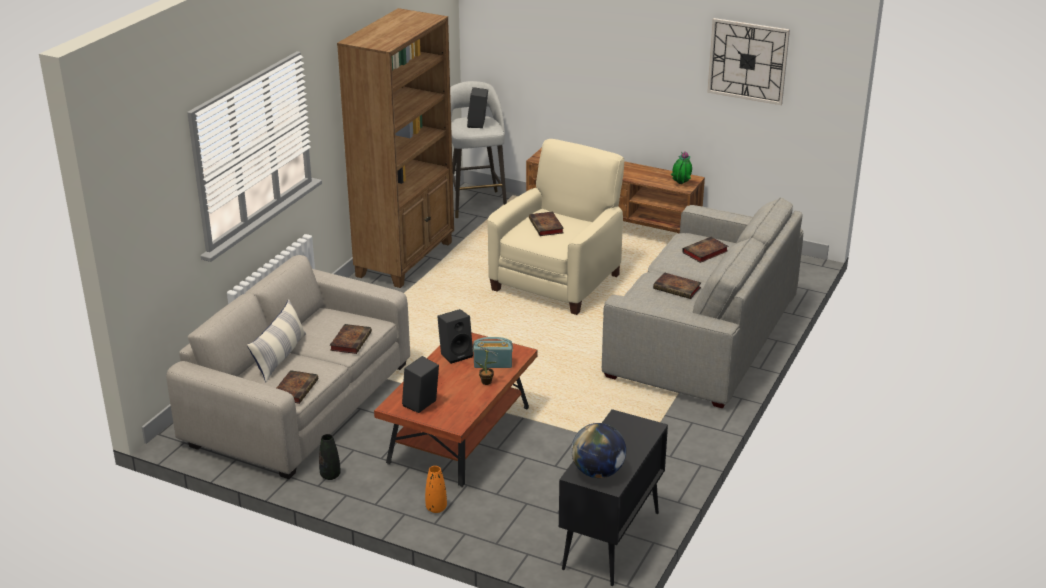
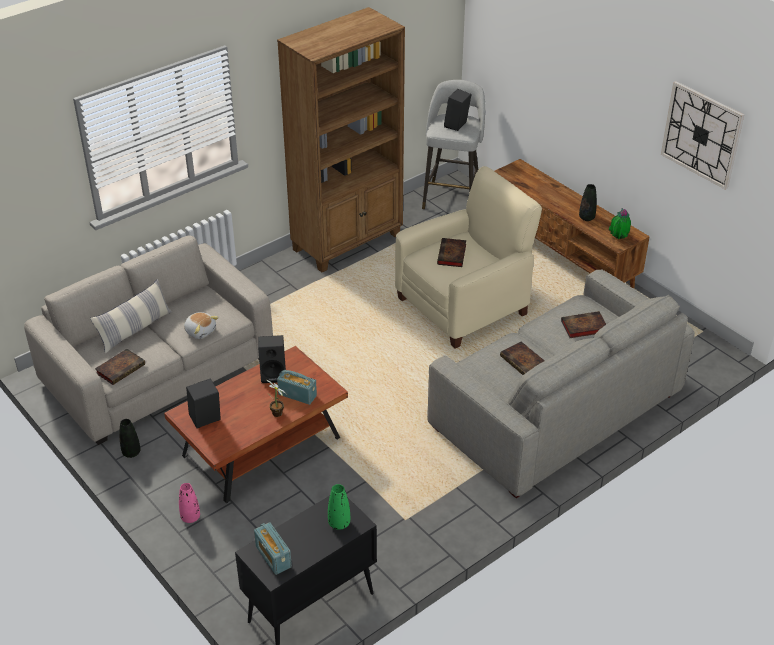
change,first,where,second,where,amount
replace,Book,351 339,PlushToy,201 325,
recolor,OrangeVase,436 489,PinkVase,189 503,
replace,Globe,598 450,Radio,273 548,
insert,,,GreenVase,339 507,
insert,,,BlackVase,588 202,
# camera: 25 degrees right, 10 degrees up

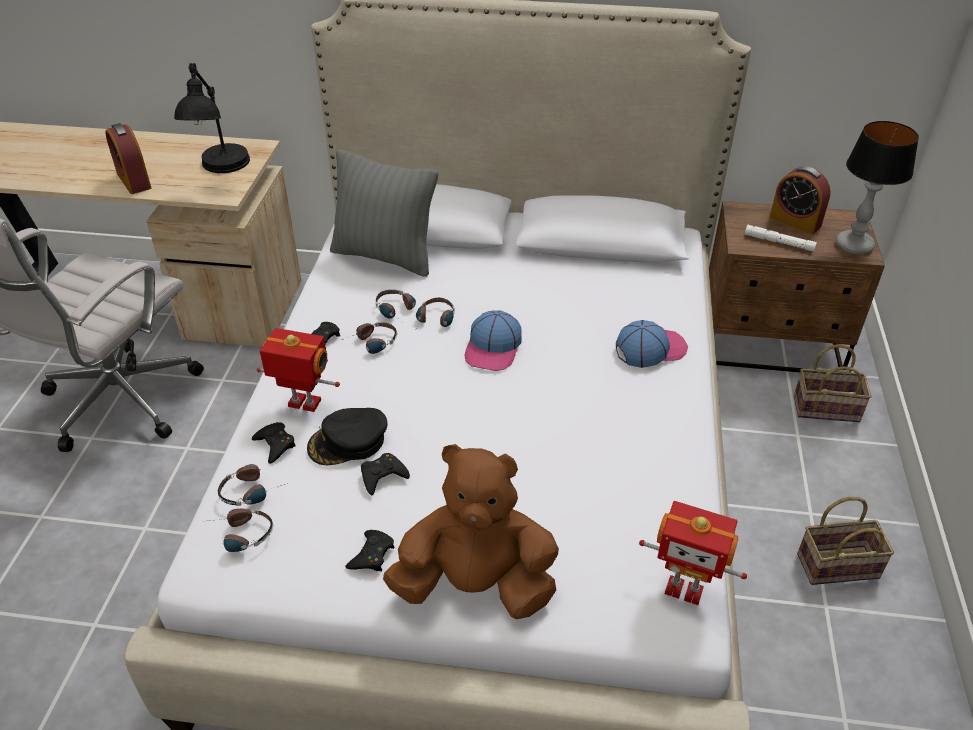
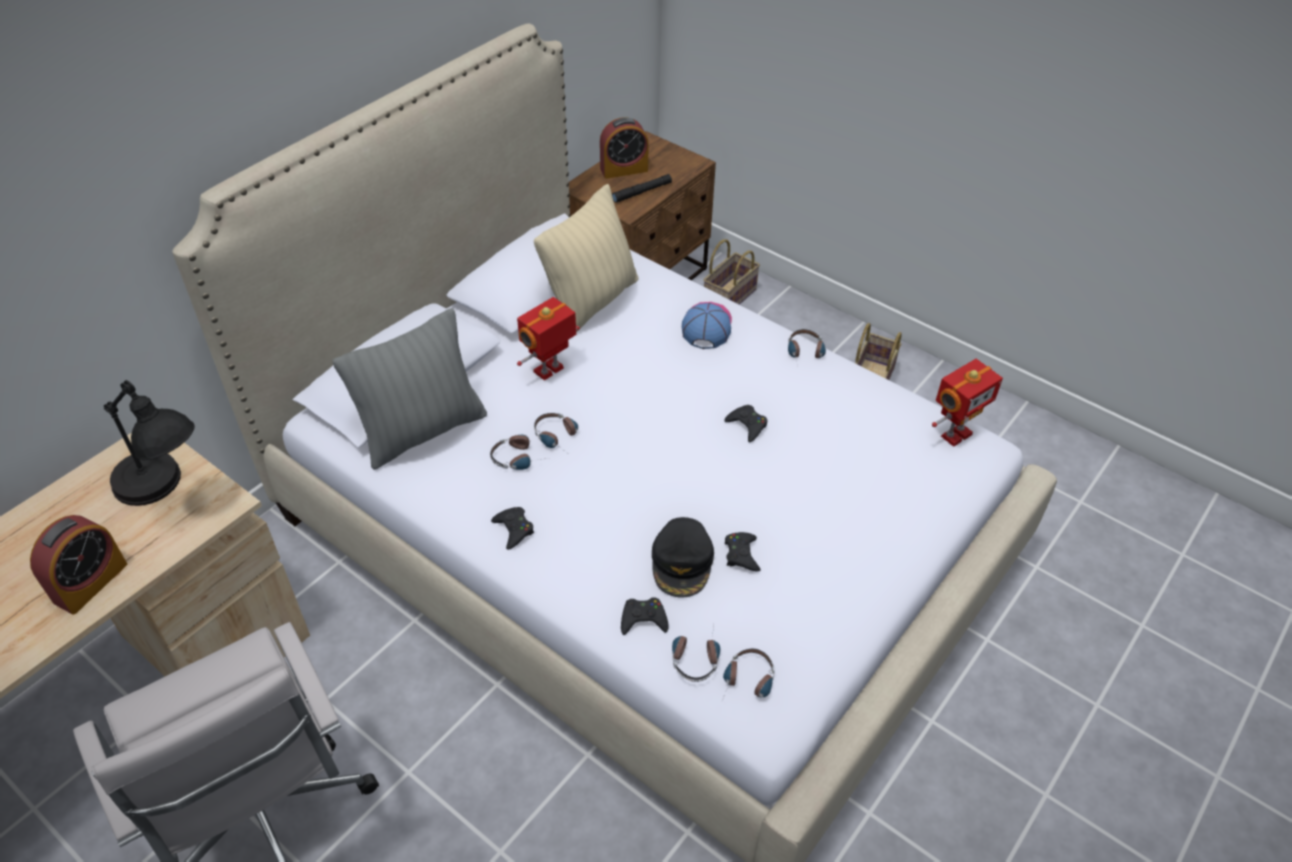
change,first,where,second,where,amount
rotate,AlarmClock,128 158,,78 564,60 degrees counterclockwise
move,ToyRobot,298 370,,548 339,
move,Headphones,369 338,,807 348,
move,BlackGameController,369 551,,746 423,
delete,BrownPlushToy,471 531,,,
delete,Cap,493 340,,,
recolor,WhiteFlashlight,781 238,BlackFlashlight,642 188,
delete,TableLamp,877 187,,,
insert,,,BeigePillow,586 258,
# camera: 60 degrees left, 5 degrees up

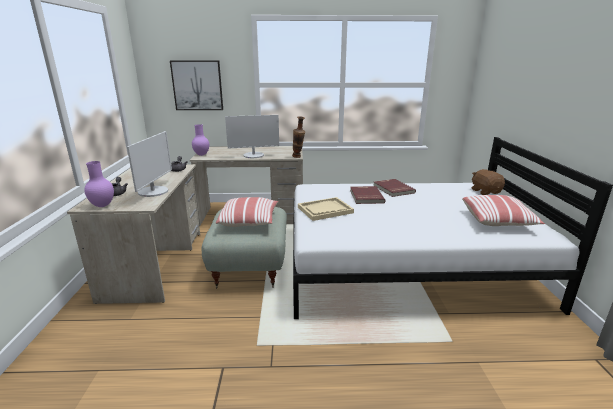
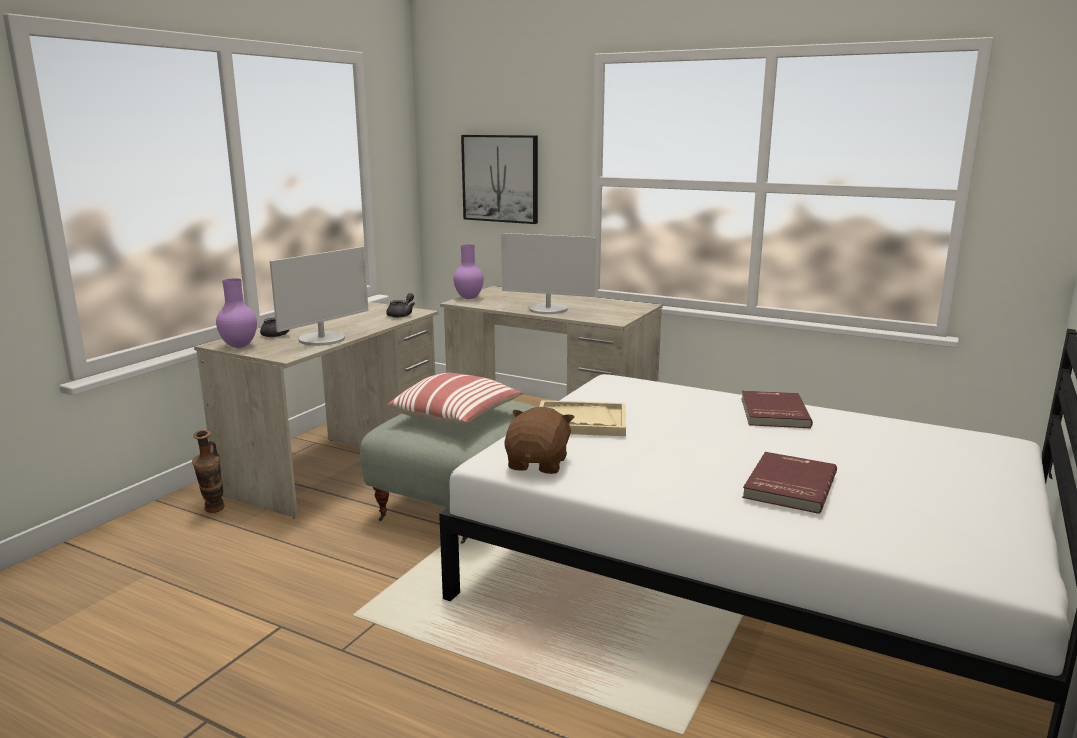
change,first,where,second,where,amount
move,Vase,298 137,,208 471,
move,RedBook,367 195,,789 483,
delete,Pillow,503 210,,,
move,BrownPlushToy,488 182,,539 440,
# camera: 30 degrees right, 5 degrees down

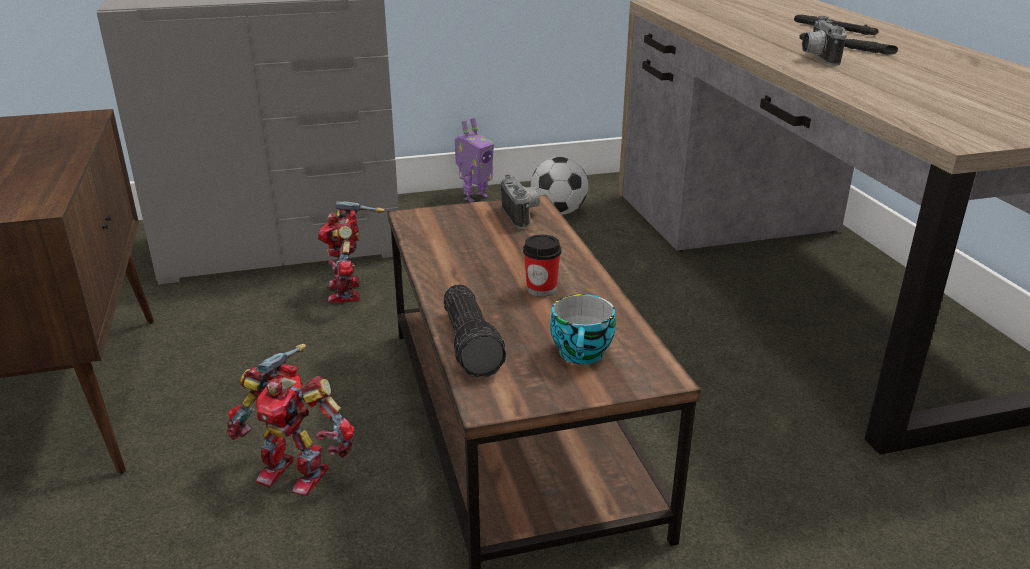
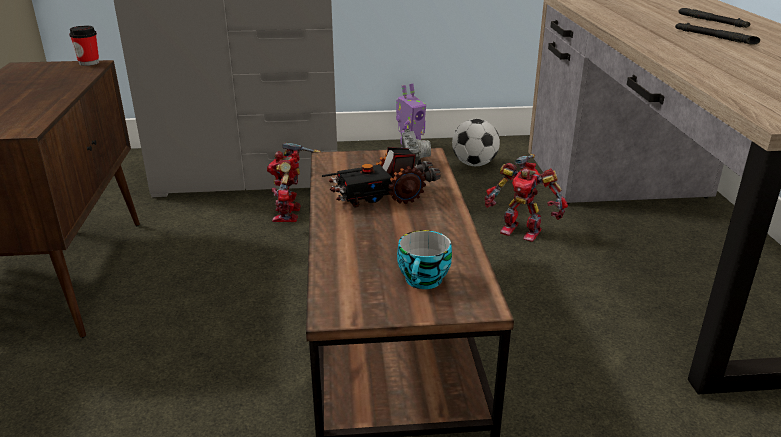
change,first,where,second,where,amount
move,ToyRobot,290 420,,526 198,
delete,Flashlight,475 331,,,
move,Cup,542 266,,84 46,
delete,PhotoCamera,824 41,,,
insert,,,ToyTruck,381 177,
# camera: 10 degrees right, 0 degrees up

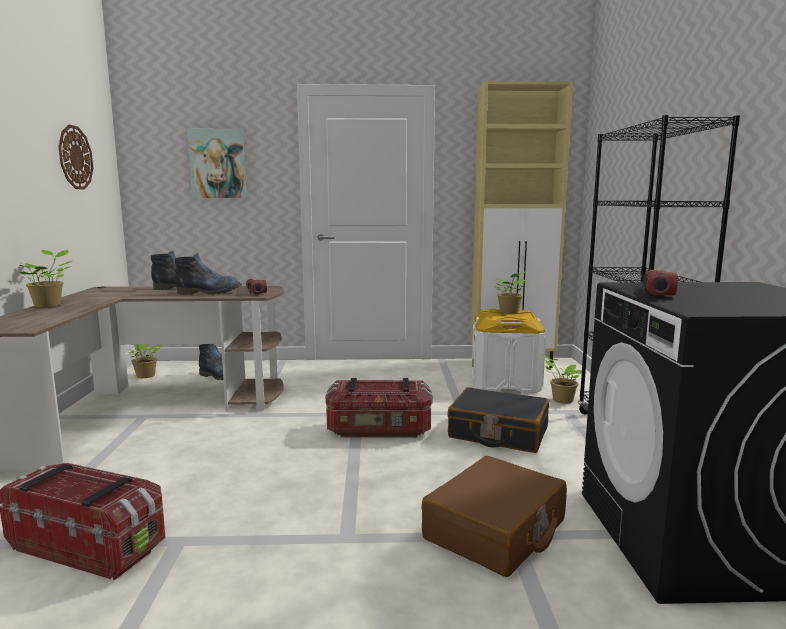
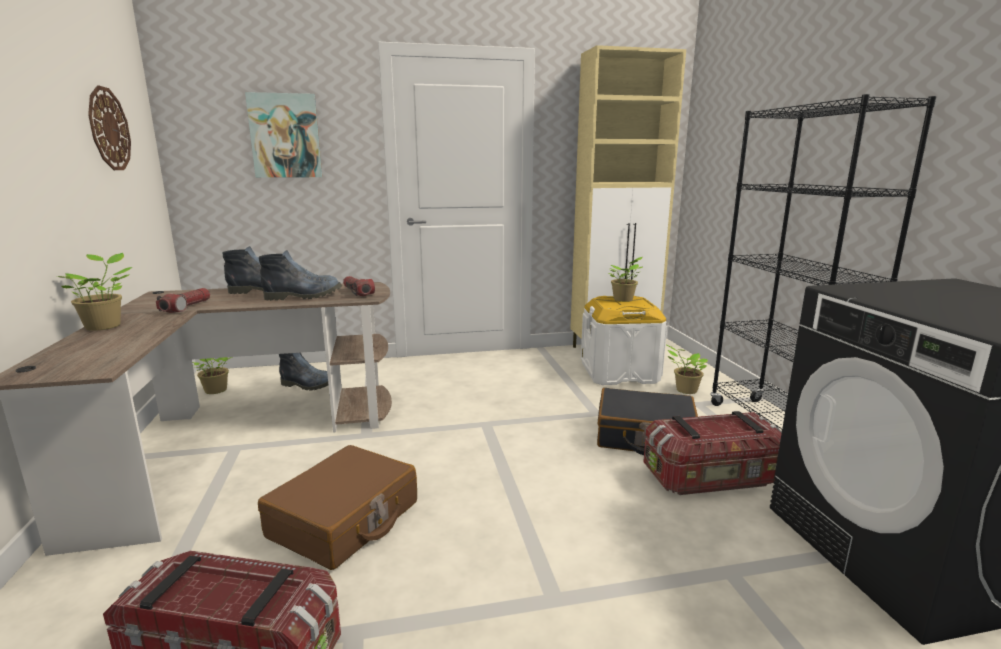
change,first,where,second,where,amount
move,StorageBox,379 407,,712 453,
move,BrownSuitcase,494 516,,337 507,
move,Flashlight,660 283,,183 300,
# camera: 10 degrees left, 5 degrees up

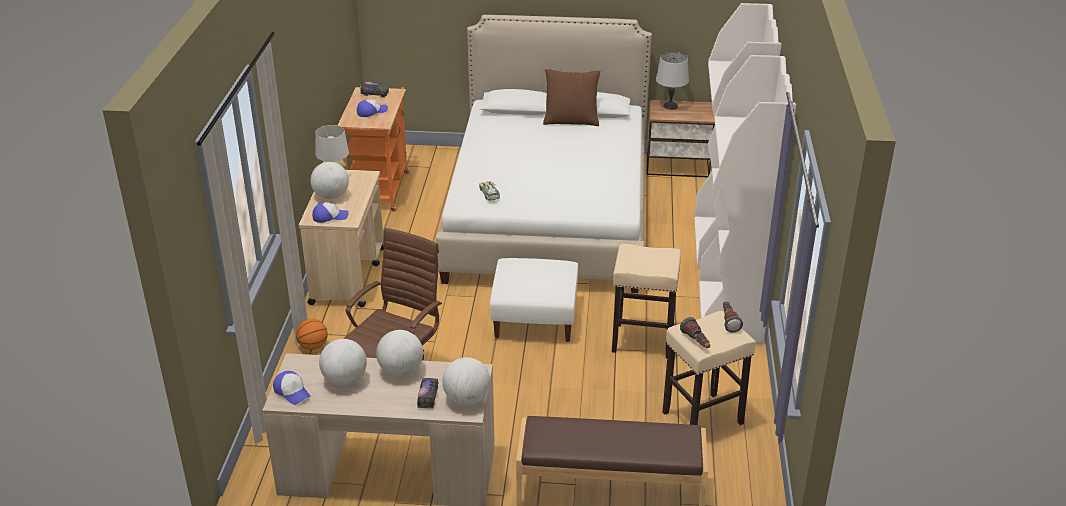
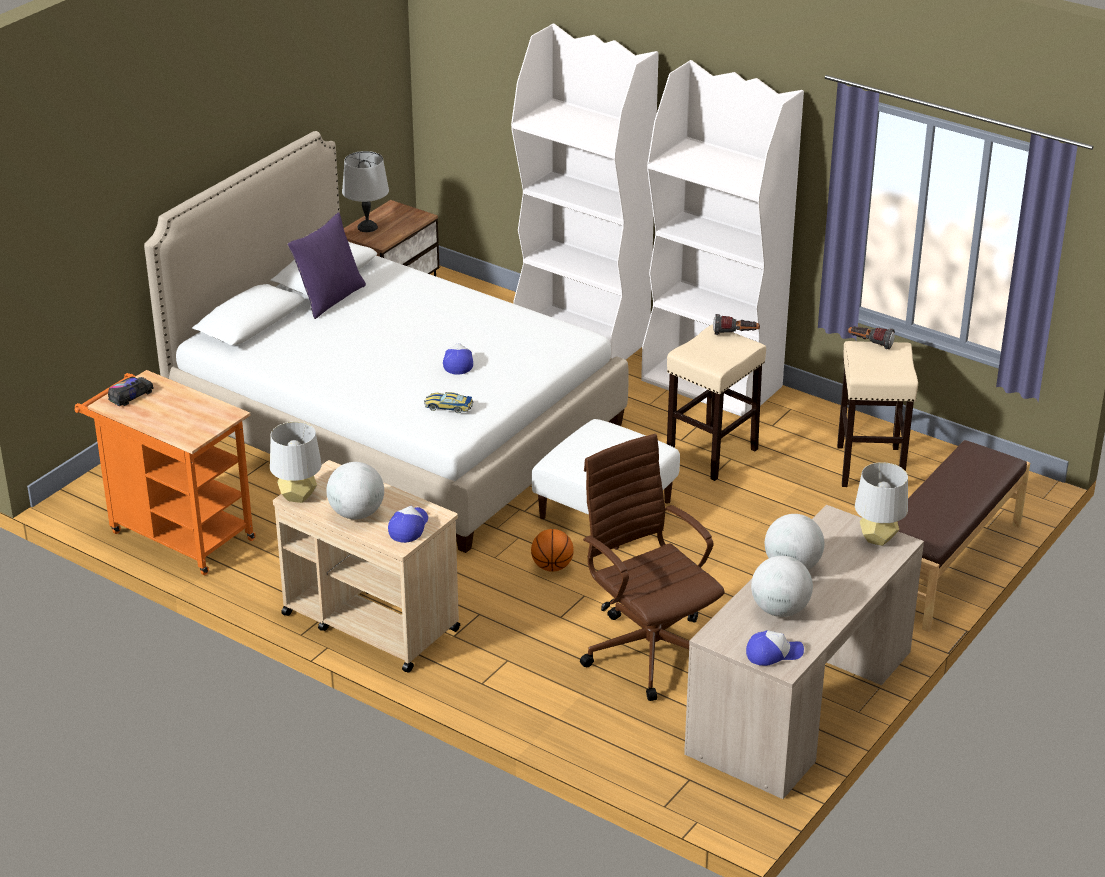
change,first,where,second,where,amount
move,Basketball,312 334,,552 550,
move,Cap,372 108,,458 359,
delete,ToyTruck,428 393,,,
replace,Globe,466 381,GreyTableLamp,881 504,
recolor,BrownPillow,571 97,PurplePillow,326 265,
move,Flashlight,695 332,,736 324,
# camera: 60 degrees left, 0 degrees up

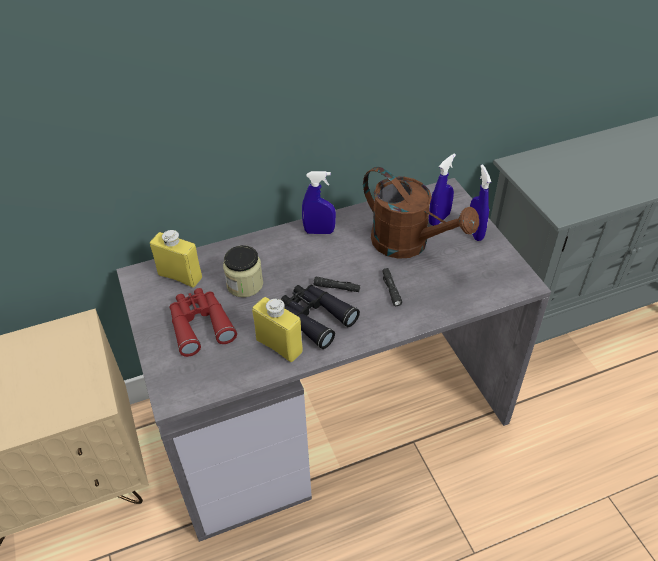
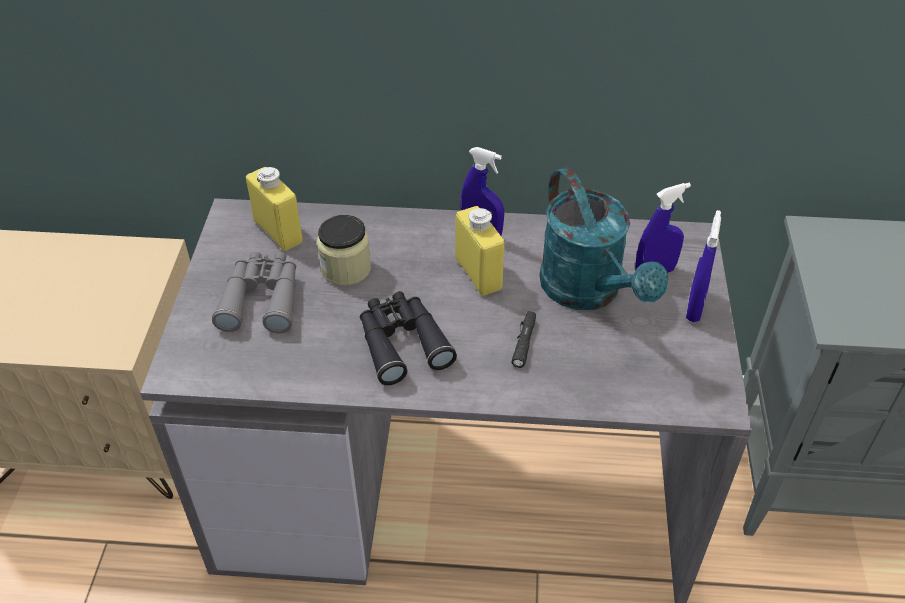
change,first,where,second,where,amount
recolor,RedBinoculars,203 322,GreyBinoculars,254 292,
move,YellowBottle,277 329,,480 251,
delete,BlackFlashlight,337 284,,,
recolor,BrownWateringCan,421 213,TurquoiseWateringCan,604 238,
# camera: 25 degrees right, 0 degrees up

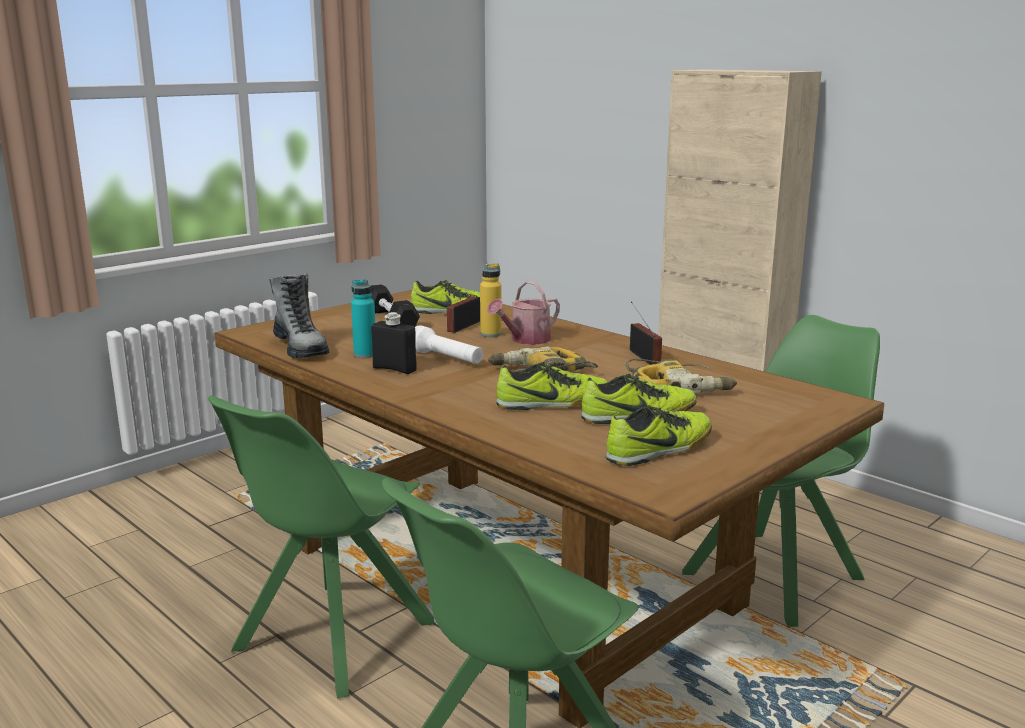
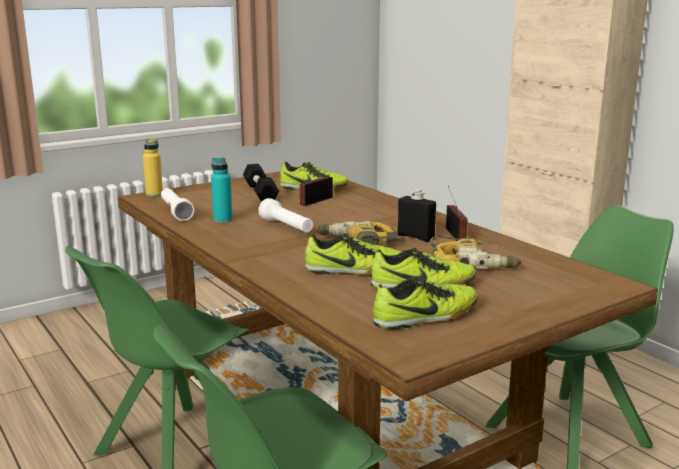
change,first,where,second,where,amount
replace,Boot,299 315,WhiteFlashlight,178 204,
move,BlackBottle,394 343,,417 215,
move,YellowBottle,491 300,,153 168,
delete,WateringCan,523 313,,,
# camera: 10 degrees right, 0 degrees up

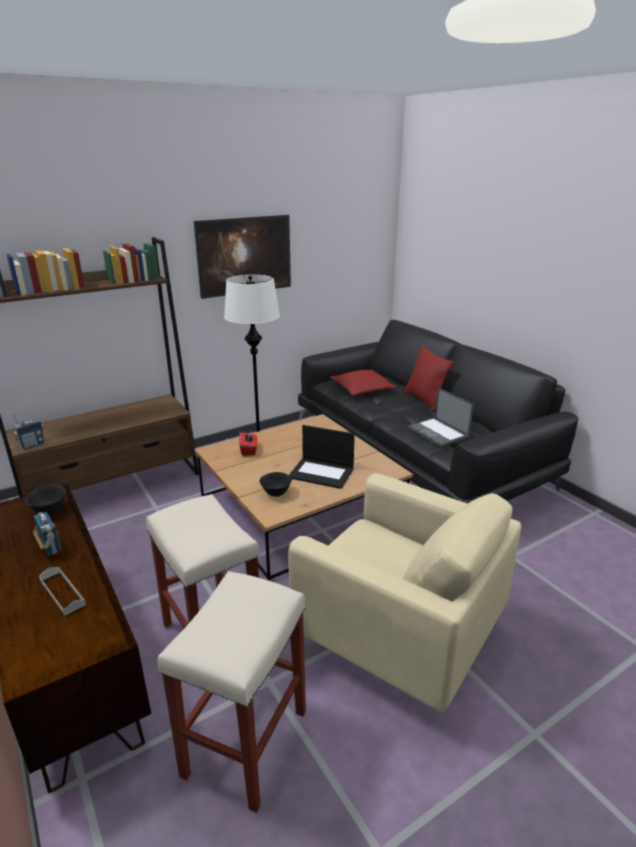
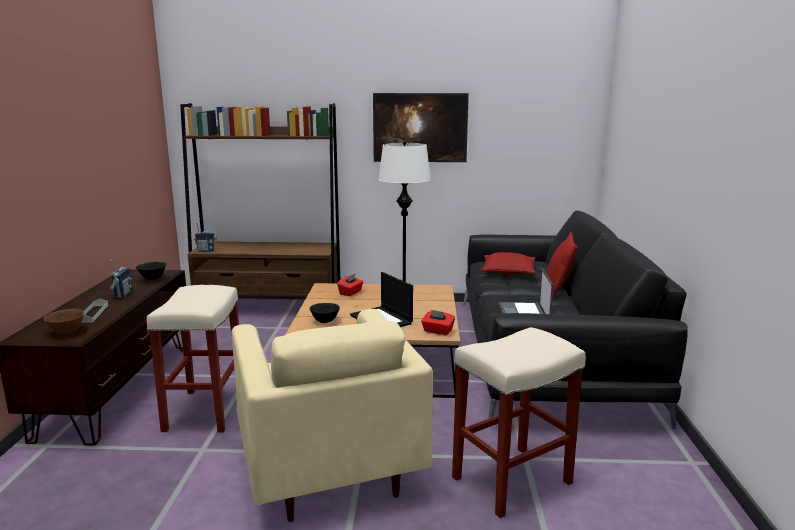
change,first,where,second,where,amount
move,BeigeStool,232 692,,519 422,
insert,,,BrownBowl,64 321,
insert,,,RedTissueBox,438 322,
# camera: 35 degrees right, 10 degrees down

